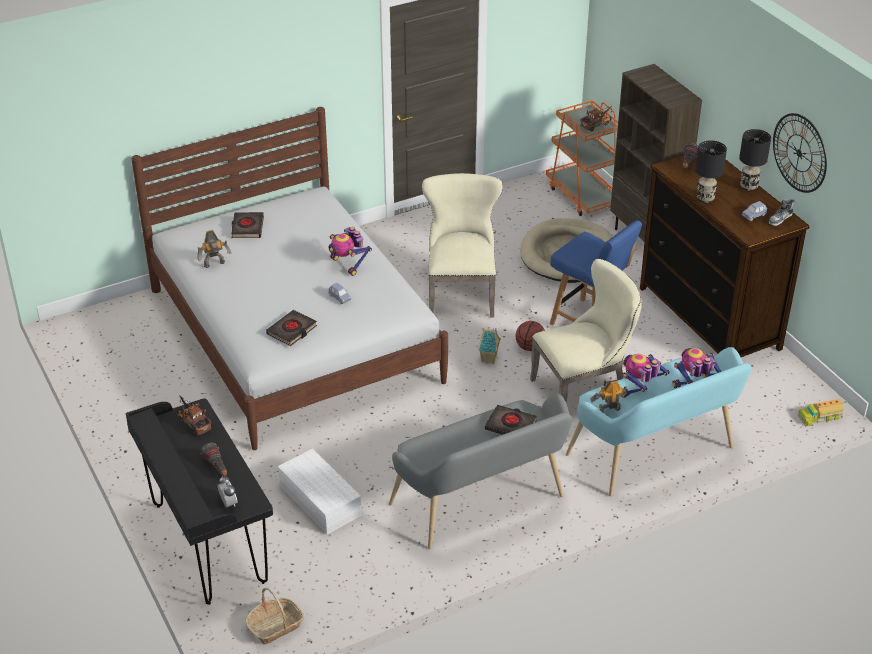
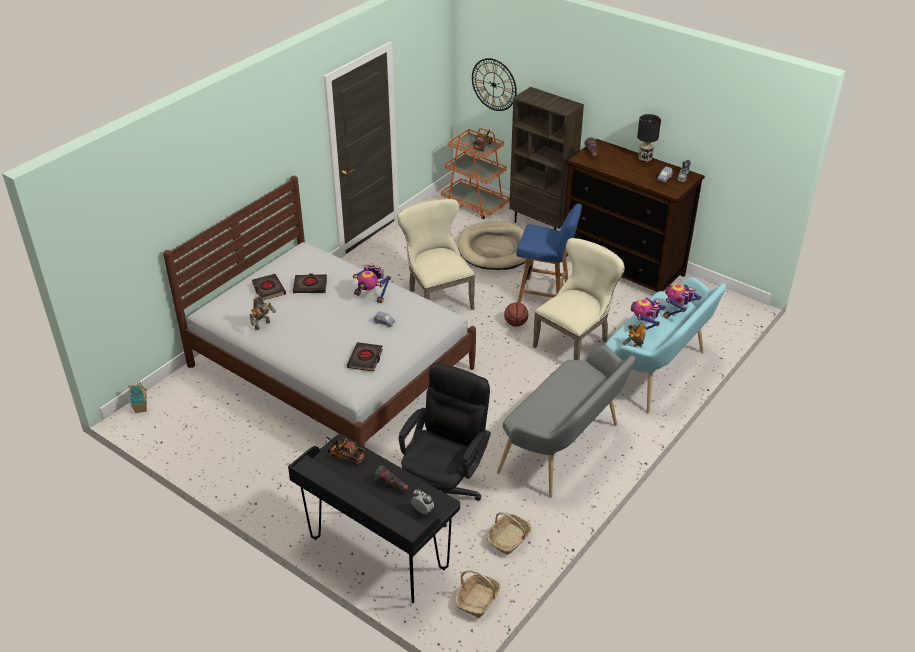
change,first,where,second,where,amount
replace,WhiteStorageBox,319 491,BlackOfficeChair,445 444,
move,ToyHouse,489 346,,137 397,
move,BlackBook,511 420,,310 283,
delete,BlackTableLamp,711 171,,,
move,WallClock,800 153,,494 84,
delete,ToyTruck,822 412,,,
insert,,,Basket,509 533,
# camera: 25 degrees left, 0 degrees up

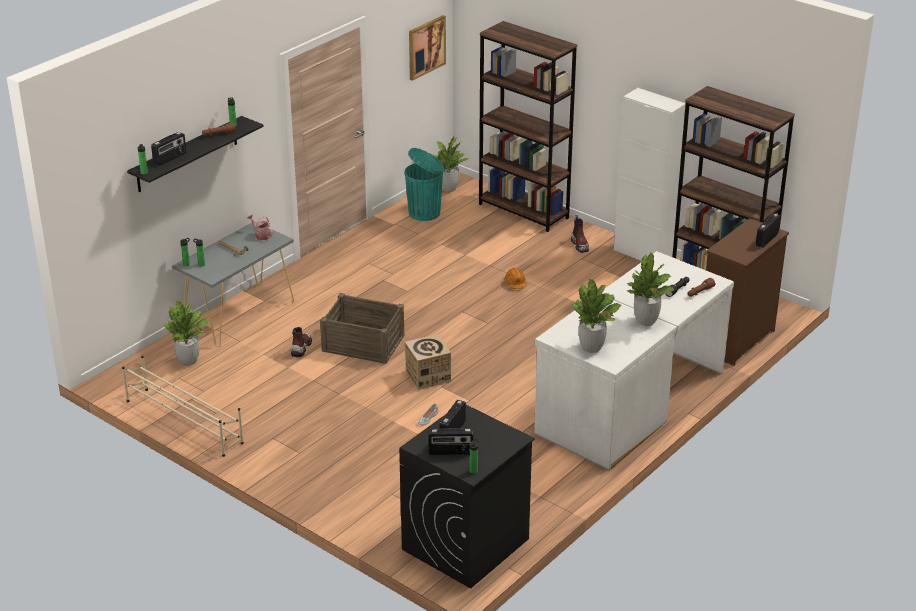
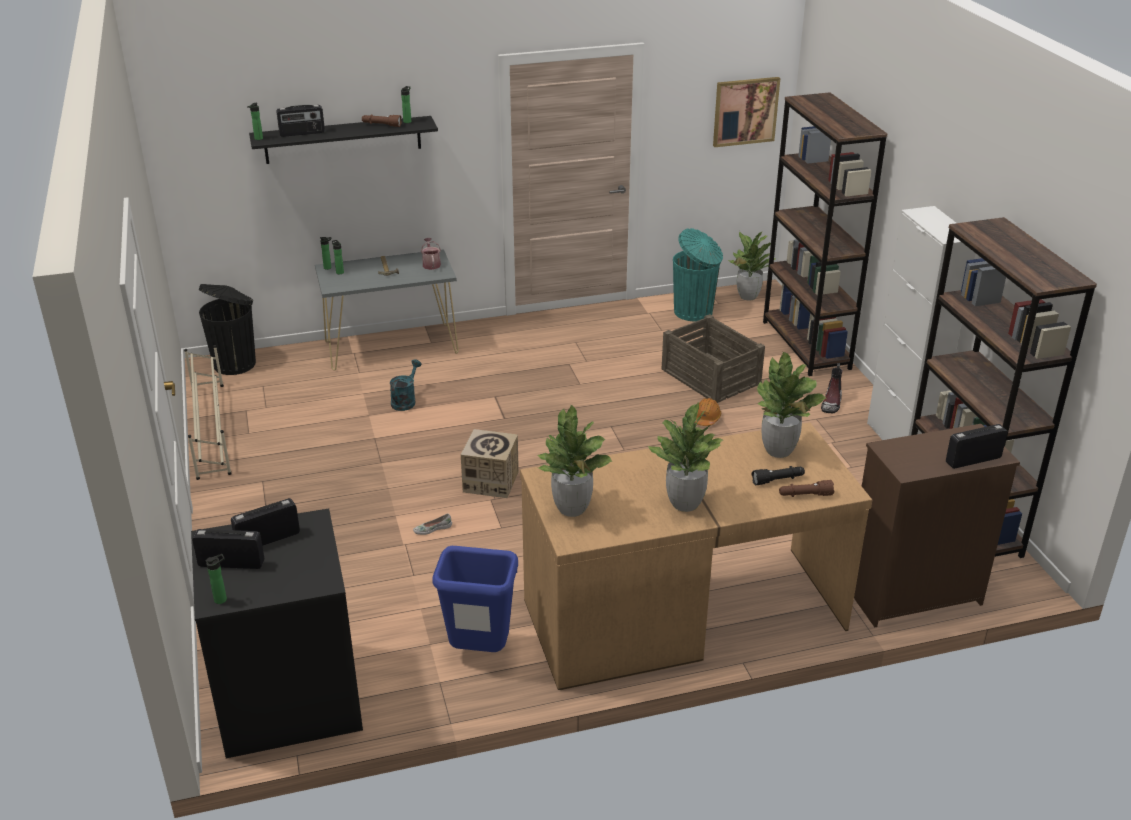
change,first,where,second,where,amount
move,PottedPlant,186 333,,791 405,
replace,Boot,301 342,TurquoiseWateringCan,406 385,
move,Crate,362 328,,713 358,
rotate,Radio,451 441,,228 549,150 degrees clockwise
recolor,WhiteDesk,634 360,BrownDesk,696 556,
insert,,,BlackTrashCan,227 329,
insert,,,BlueTrashCan,475 599,
# camera: 35 degrees right, 0 degrees up

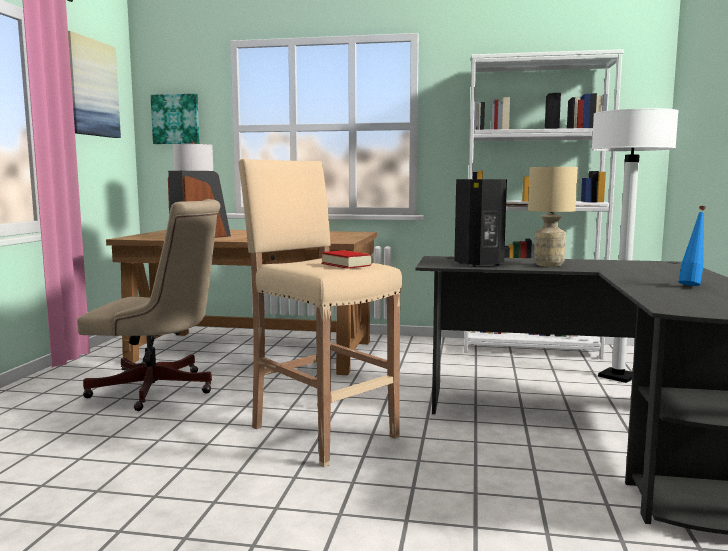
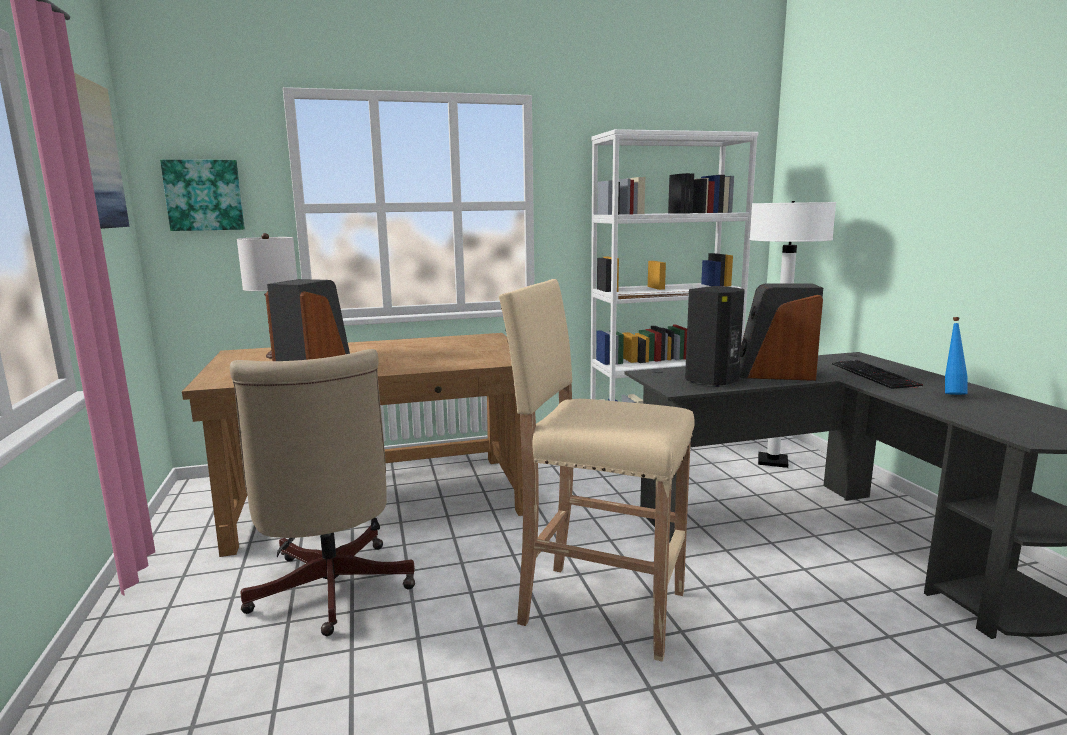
change,first,where,second,where,amount
rotate,BeigeOfficeChair,148 305,,322 492,90 degrees clockwise
delete,Book,346 259,,,
replace,BeigeTableLamp,553 217,Speaker,781 332,
insert,,,Keyboard,877 374,
# camera: 25 degrees left, 5 degrees up

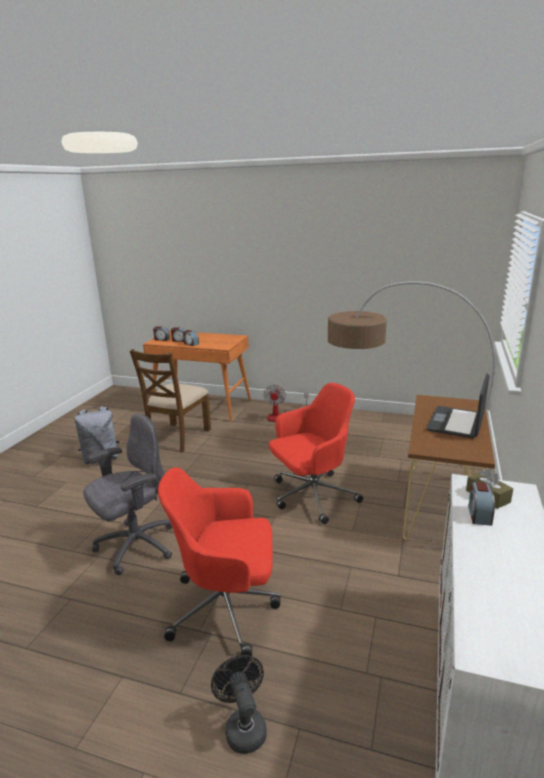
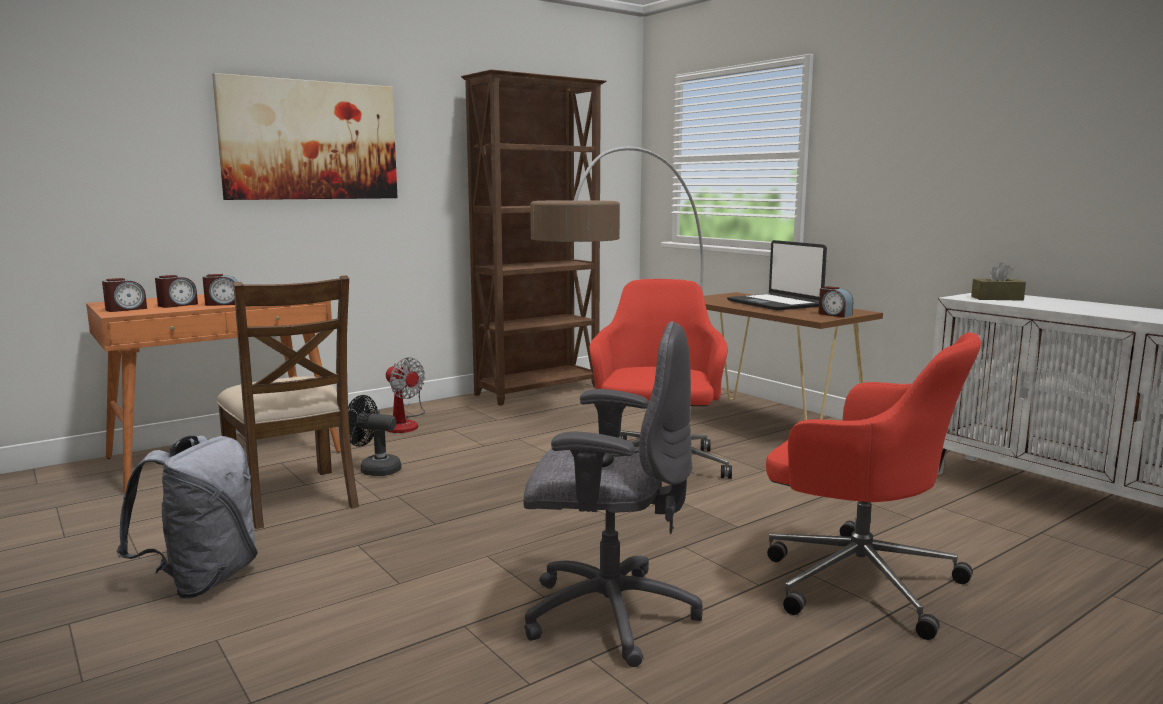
change,first,where,second,where,amount
rotate,GreyOfficeChair,127 494,,613 494,105 degrees clockwise
rotate,RedOfficeChair,219 561,,873 486,90 degrees counterclockwise
move,BlackFan,239 704,,374 435,
move,AlarmClock,481 504,,835 302,
insert,,,Picture,305 136,
insert,,,BrownBookcase,534 237,
# camera: 55 degrees left, 10 degrees down

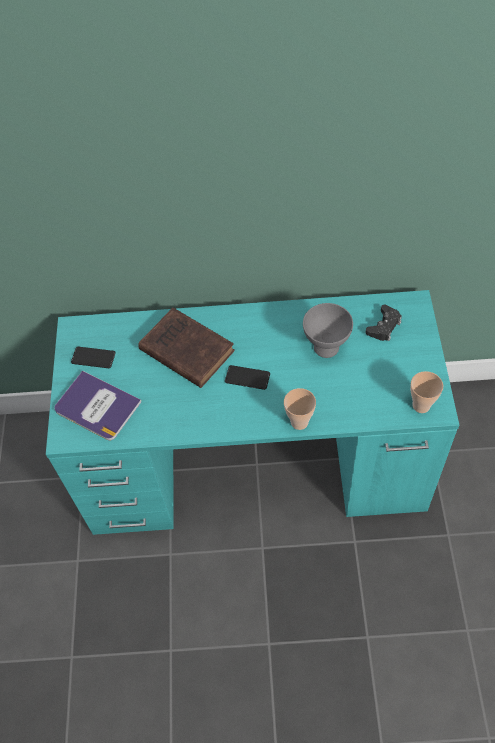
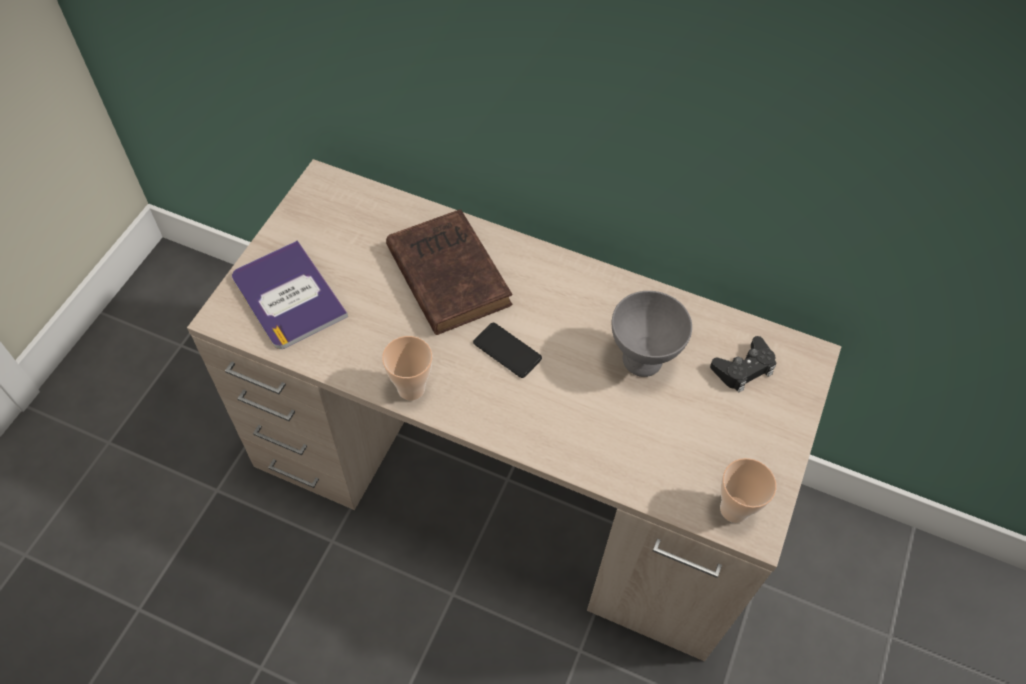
change,first,where,second,where,amount
recolor,TurquoiseDesk,252 412,BeigeDesk,514 410,
delete,Phone,93 357,,,
move,Cup,300 409,,407 368,
# camera: 20 degrees right, 0 degrees up

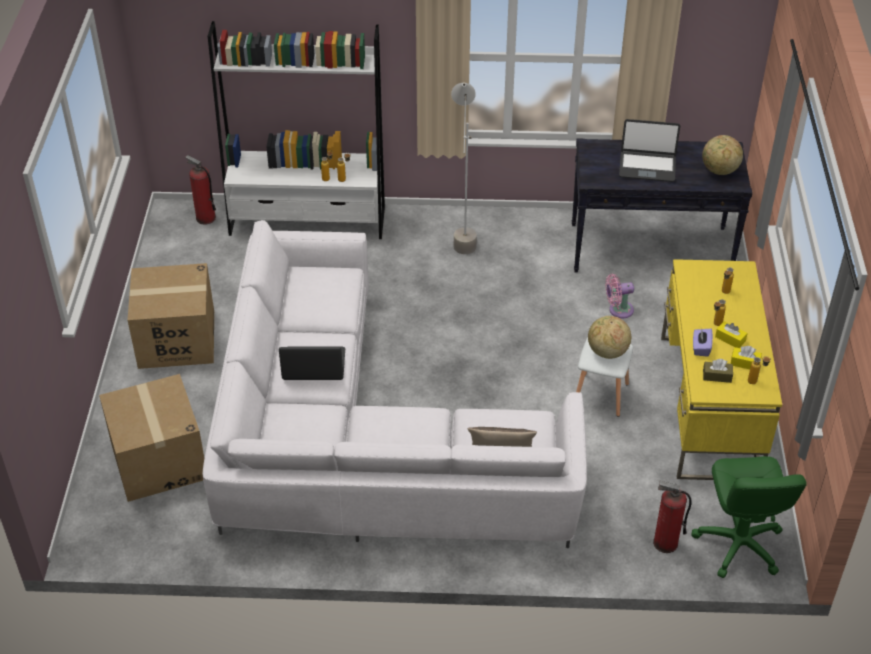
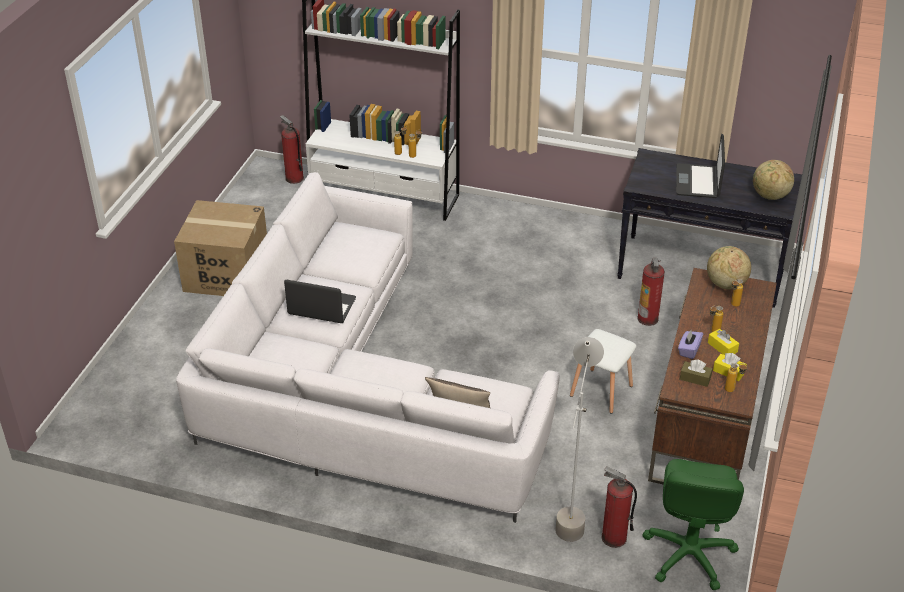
change,first,where,second,where,amount
delete,CardboardBox,151 438,,,
move,GreyFloorLamp,464 168,,579 439,
move,Globe,609 337,,729 268,
replace,PinkFan,619 296,FireExtinguisher,651 292,
rotate,Laptop,649 150,,700 166,75 degrees clockwise
recolor,YellowDesk,721 369,BrownDesk,712 376,
# camera: 15 degrees right, 5 degrees down

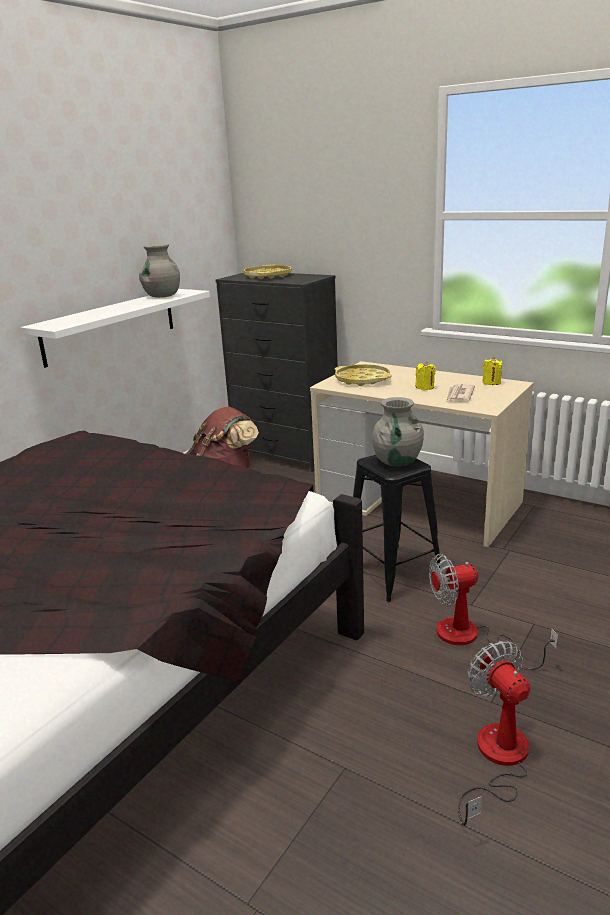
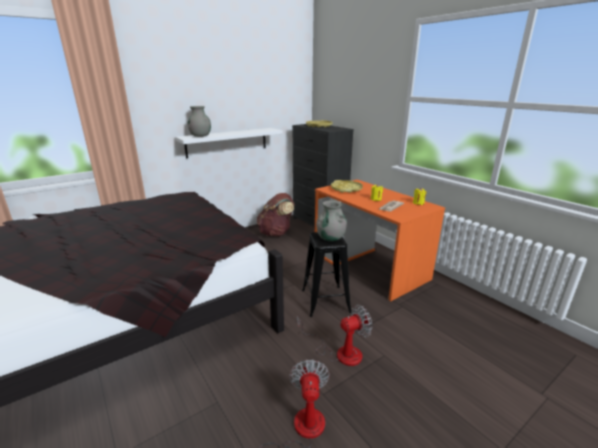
change,first,where,second,where,amount
move,GreyVase,159 271,,199 121,
recolor,BeigeDesk,421 454,OrangeDesk,380 240,
rotate,Fan,493 612,,334 335,150 degrees clockwise
# camera: 20 degrees right, 0 degrees up

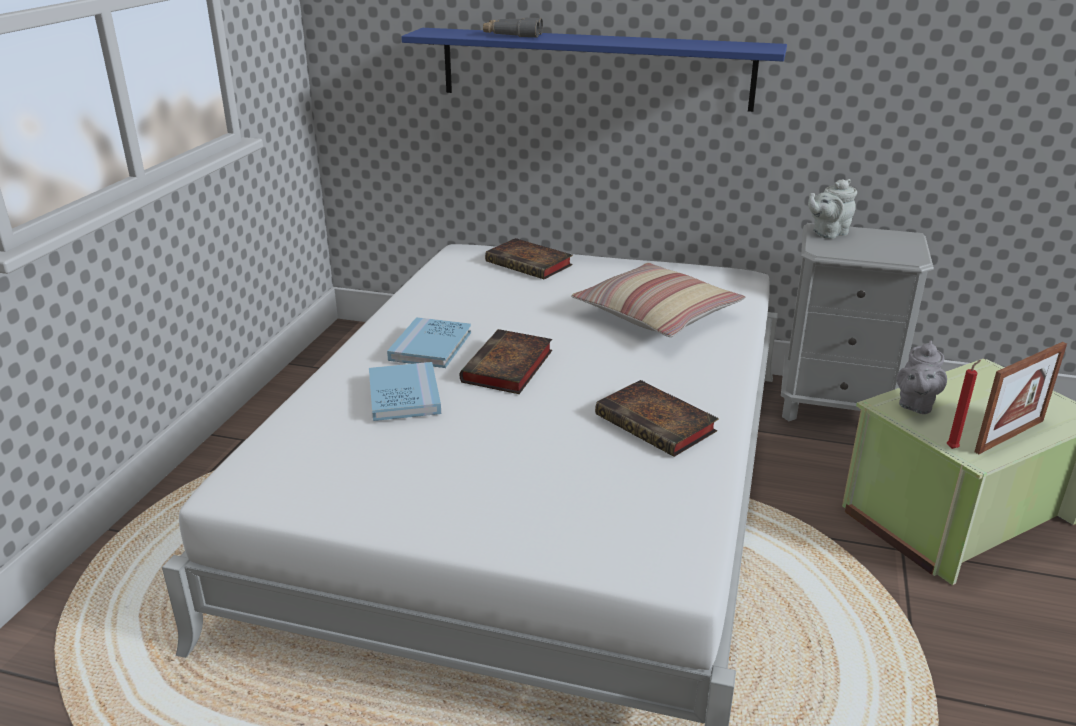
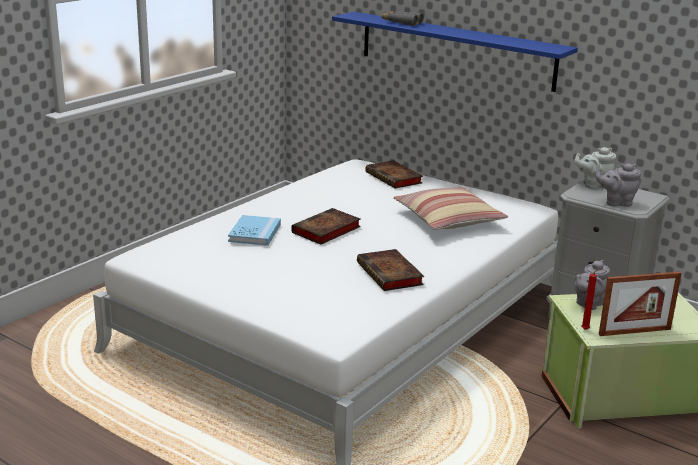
change,first,where,second,where,amount
delete,BlueBook,429 342,,,
insert,,,GreyTeapot,618 185,
# camera: 20 degrees right, 5 degrees down

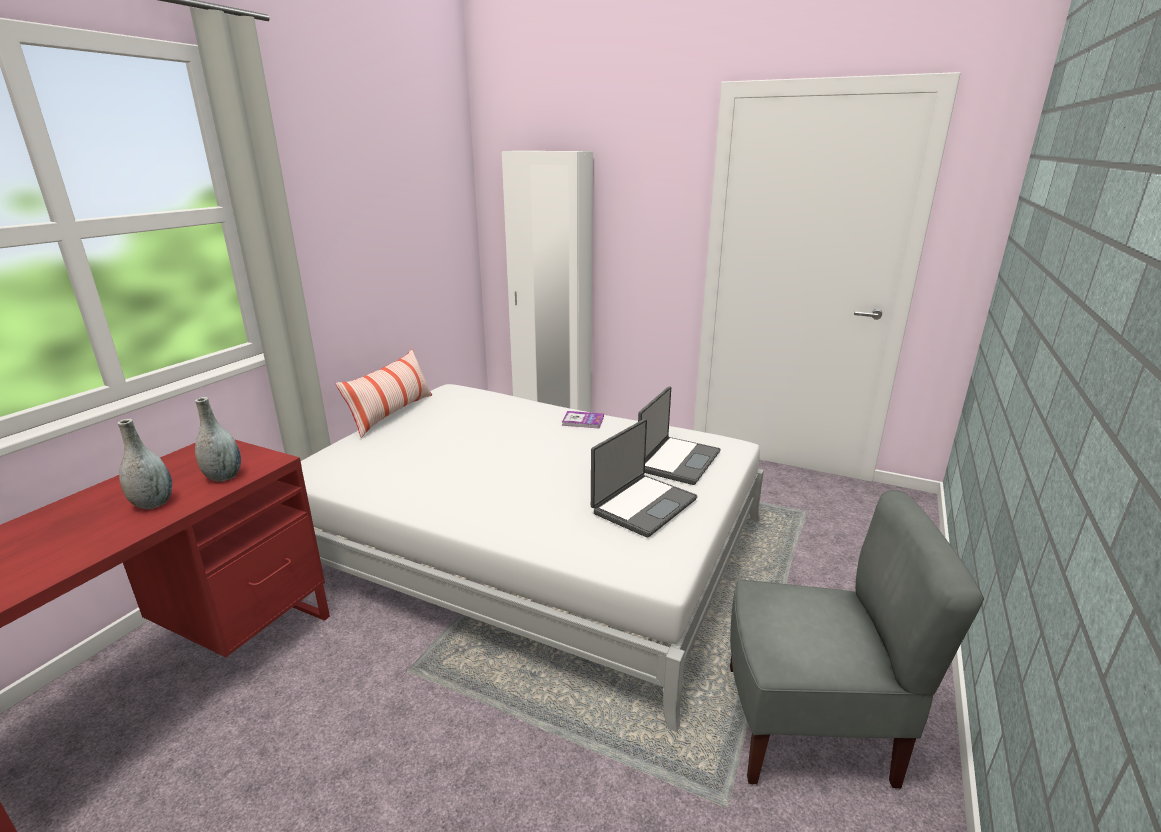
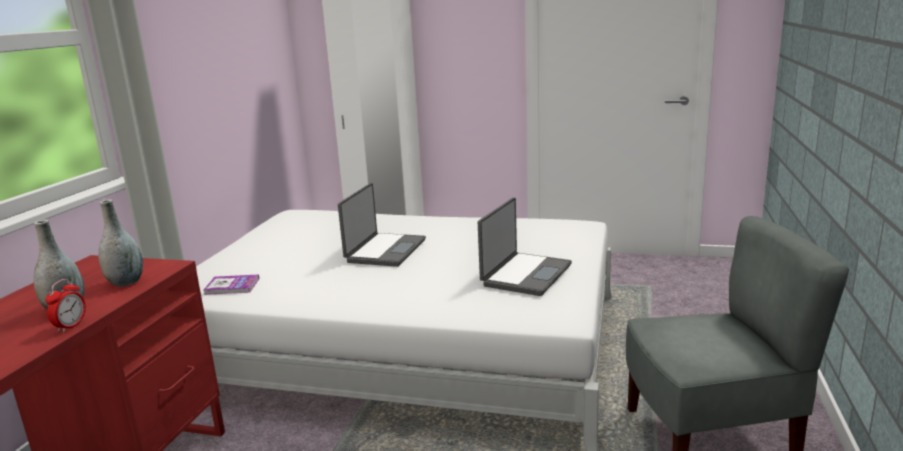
change,first,where,second,where,amount
delete,Pillow,383 393,,,
move,Book,583 420,,231 284,
move,Laptop,679 435,,382 225,
insert,,,AlarmClock,65 306,
# camera: 10 degrees left, 5 degrees down

